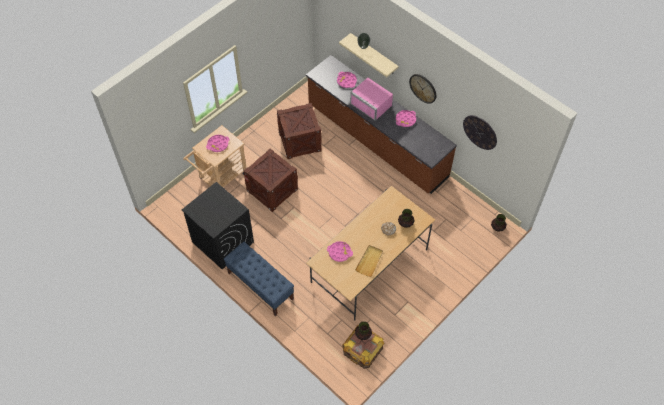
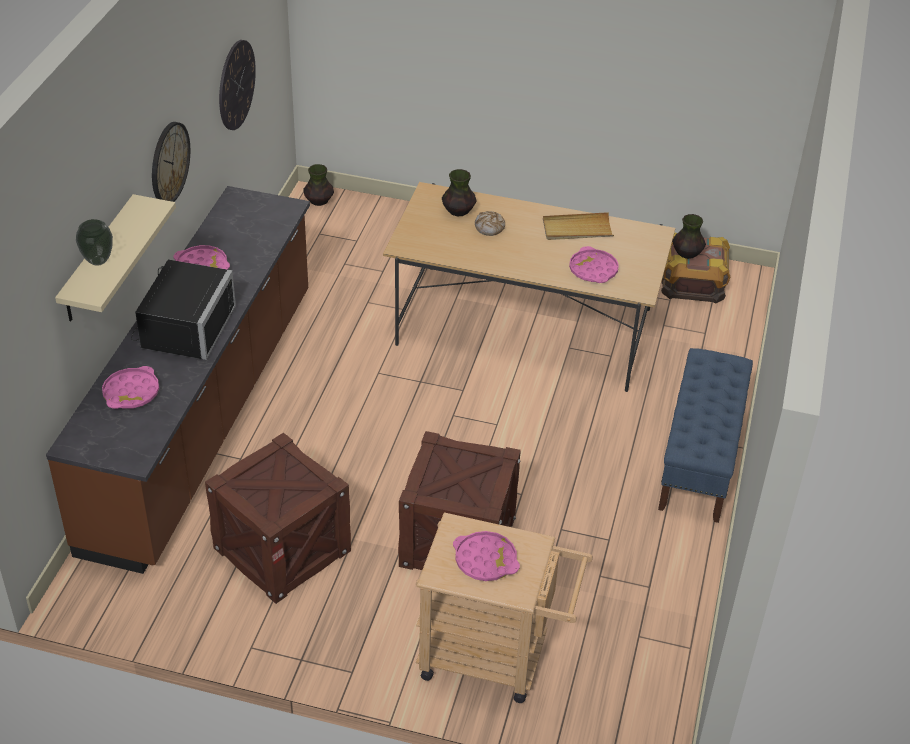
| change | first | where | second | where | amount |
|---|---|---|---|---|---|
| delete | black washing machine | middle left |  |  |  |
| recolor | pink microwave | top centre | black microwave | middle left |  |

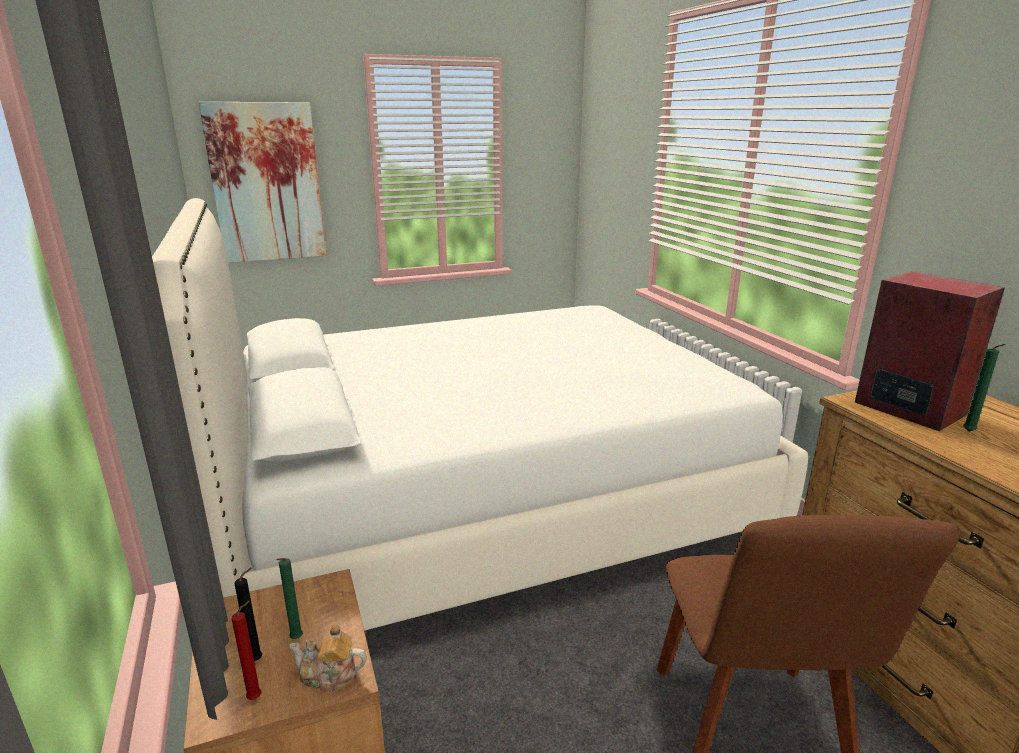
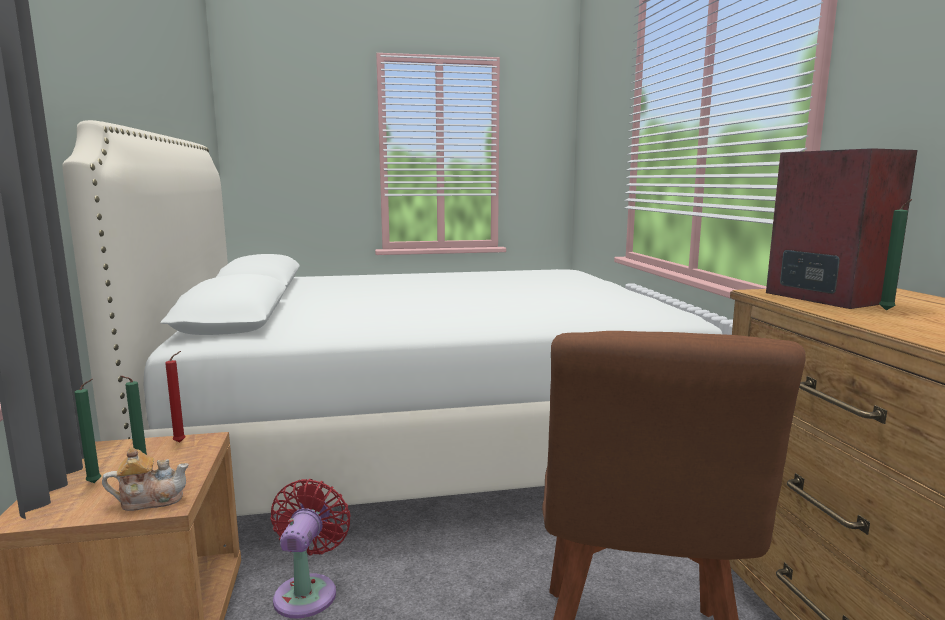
| change | first | where | second | where | amount |
|---|---|---|---|---|---|
| delete | picture | top left |  |  |  |
| insert |  |  | red fan | bottom left |  |
| move | red candle | bottom left |  | middle left |  |
| recolor | black candle | bottom left | green candle (1st from left) | bottom left |  |
| rotate | teapot | bottom left |  | bottom left | 150 degrees clockwise |

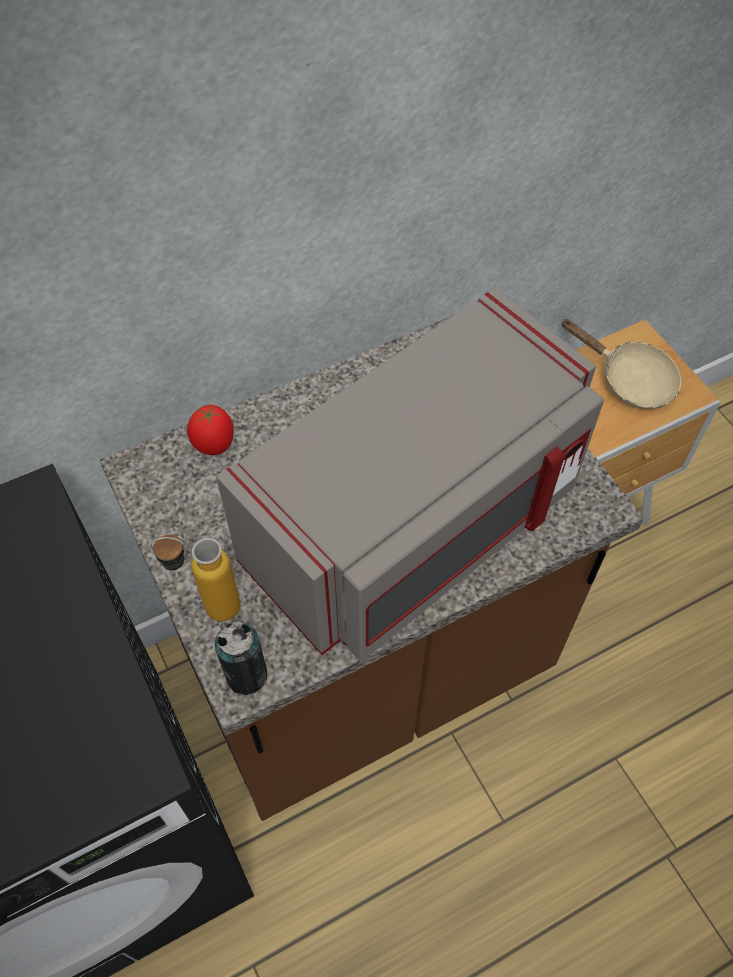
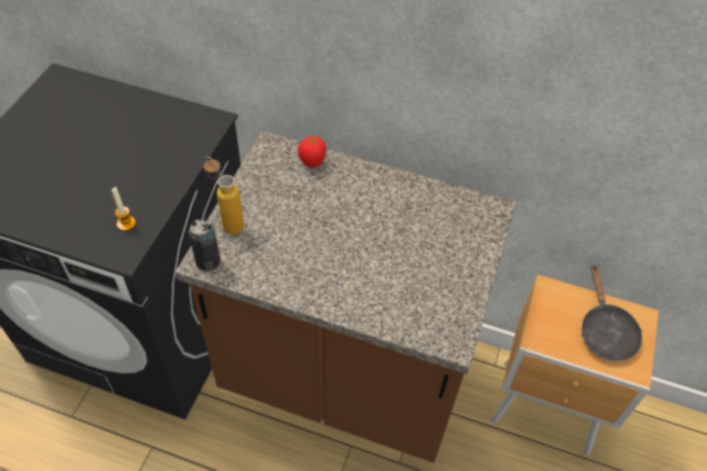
| change | first | where | second | where | amount |
|---|---|---|---|---|---|
| delete | grey microwave | centre |  |  |  |
| insert |  |  | candle | middle left |  |
| recolor | beige frying pan | middle right | black frying pan | middle right |  |

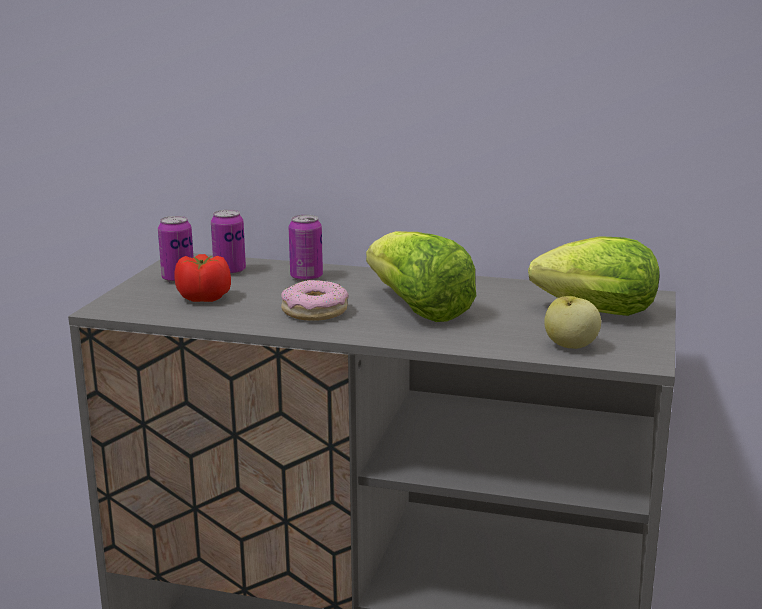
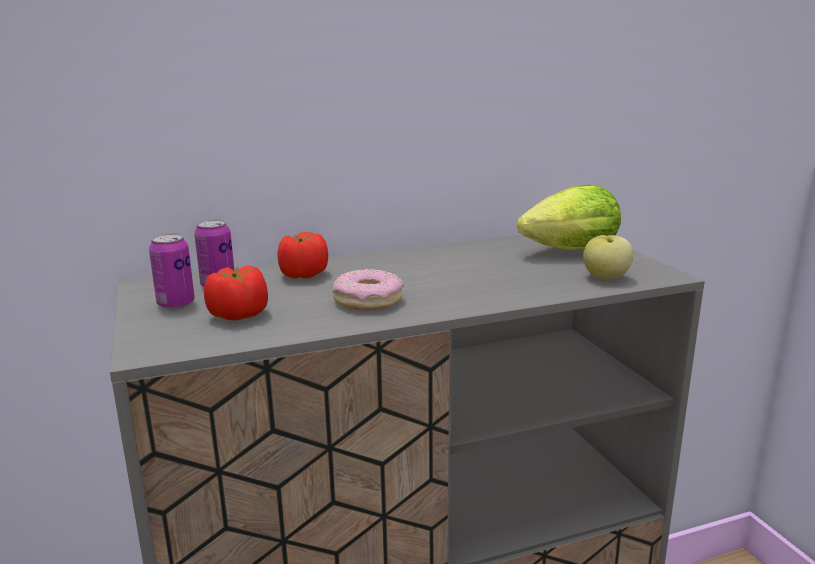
| change | first | where | second | where | amount |
|---|---|---|---|---|---|
| delete | lettuce (1st from left) | centre |  |  |  |
| replace | can (3rd from left) | centre | tomato (2nd from left) | centre |  |

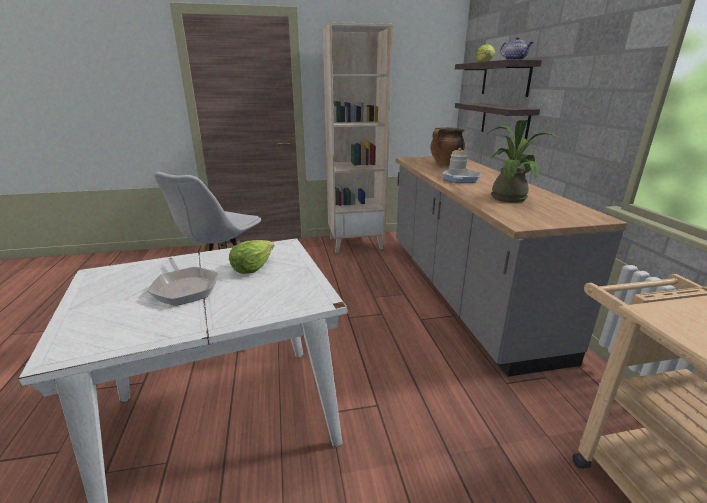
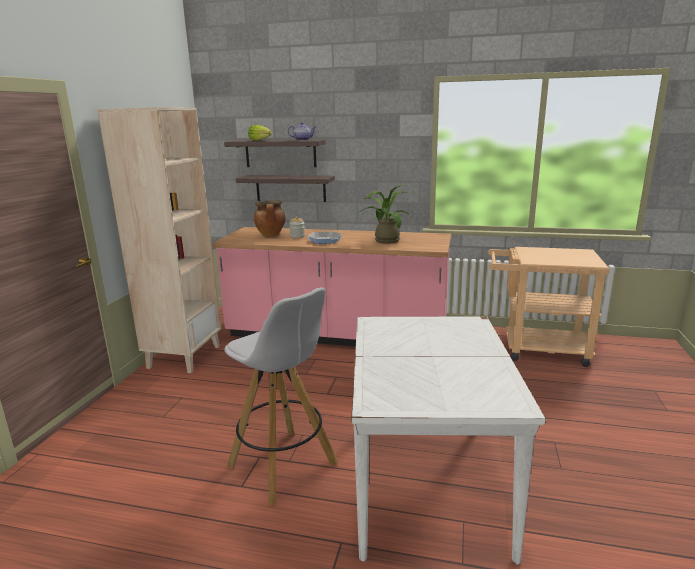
| change | first | where | second | where | amount |
|---|---|---|---|---|---|
| delete | frying pan (1st from left) | middle left |  |  |  |
| delete | lettuce (1st from left) | centre |  |  |  |
| recolor | grey counter | middle right | pink counter | centre |  |

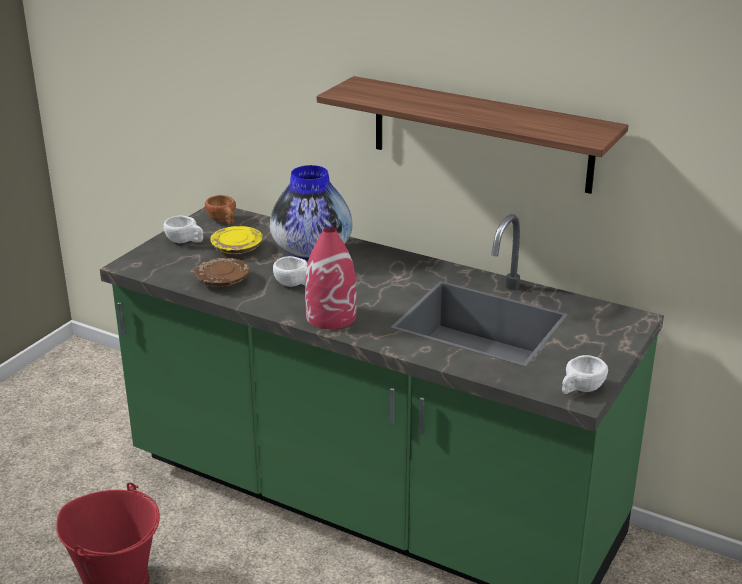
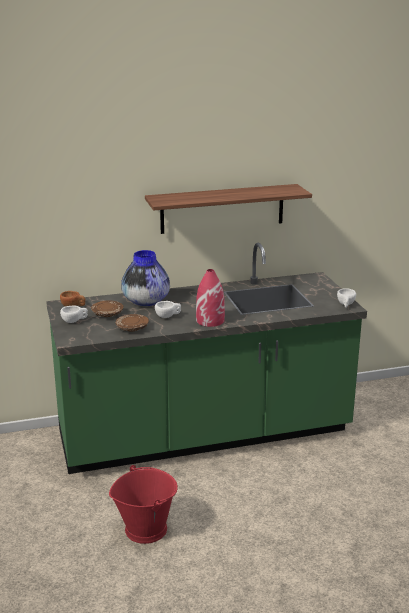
| change | first | where | second | where | amount |
|---|---|---|---|---|---|
| recolor | yellow plate | middle left | brown plate (1st from left) | middle left |  |

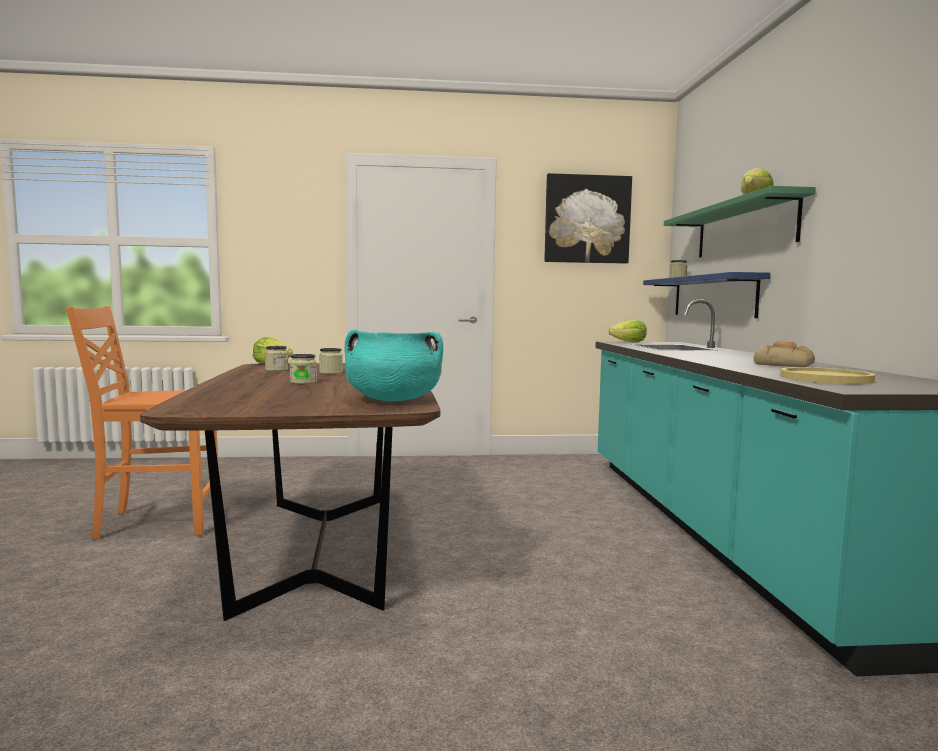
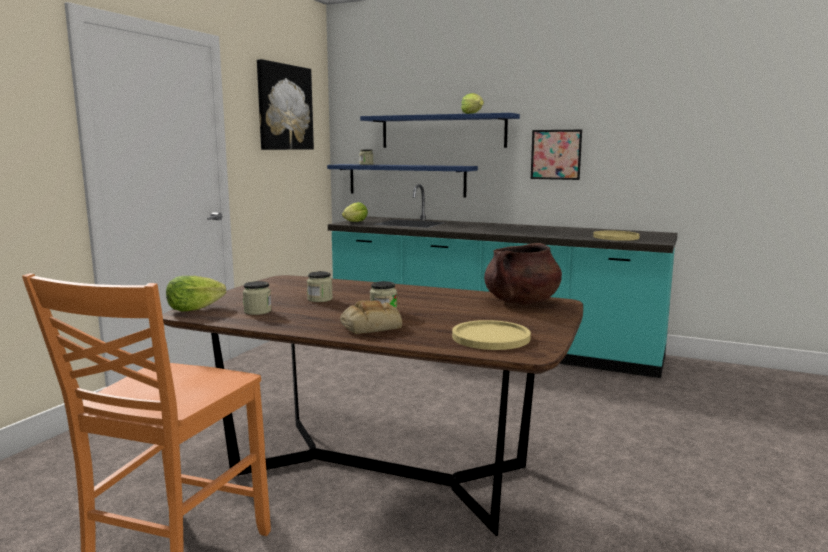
| change | first | where | second | where | amount |
|---|---|---|---|---|---|
| insert |  |  | yellow plate (1st from left) | centre |  |
| insert |  |  | picture (2nd from left) | top right |  |
| move | bread | middle right |  | centre |  |
| recolor | turquoise cooking pot | centre | brown cooking pot | centre |  |
| recolor | green shelf | top right | blue shelf (2nd from left) | top centre |  |

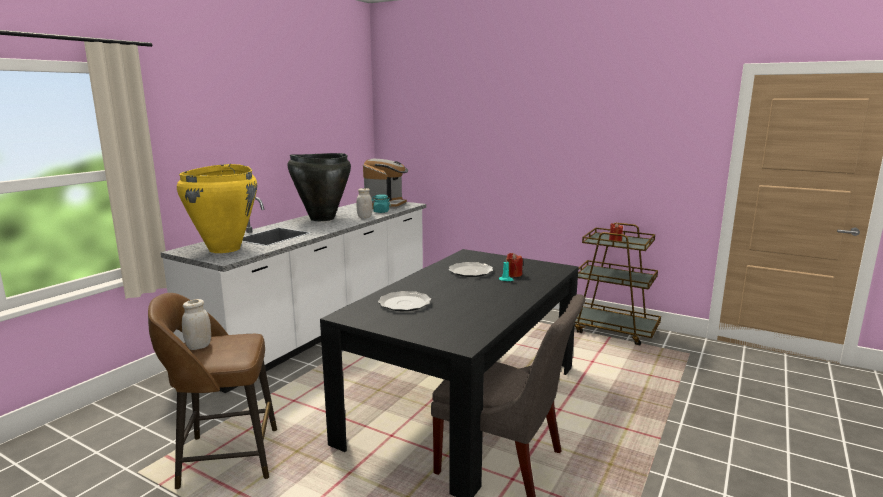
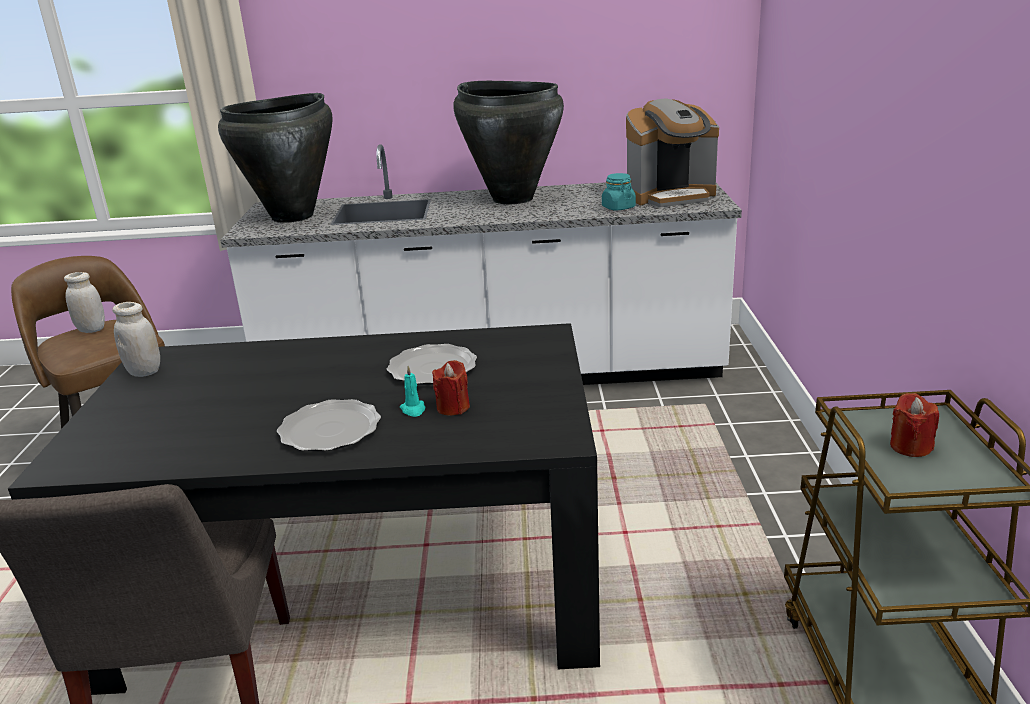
| change | first | where | second | where | amount |
|---|---|---|---|---|---|
| move | white jar (2nd from left) | centre |  | middle left |  |
| move | plate (1st from left) | centre |  | middle left |  |
| recolor | yellow vase | middle left | black vase (1st from left) | top left |  |

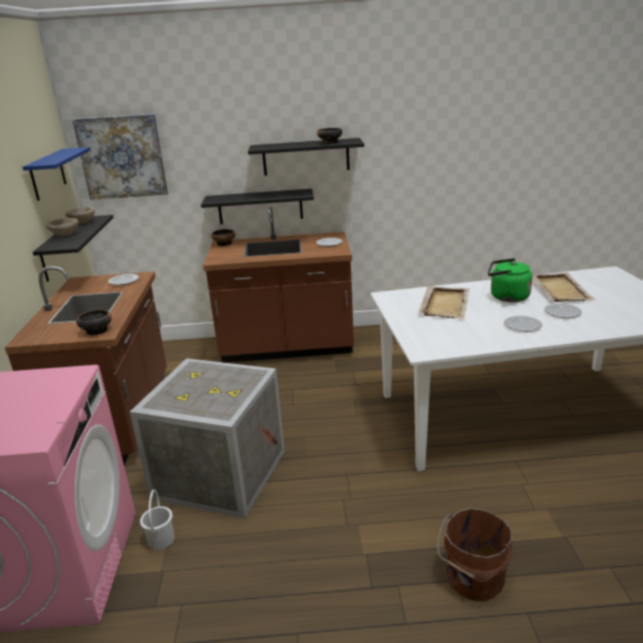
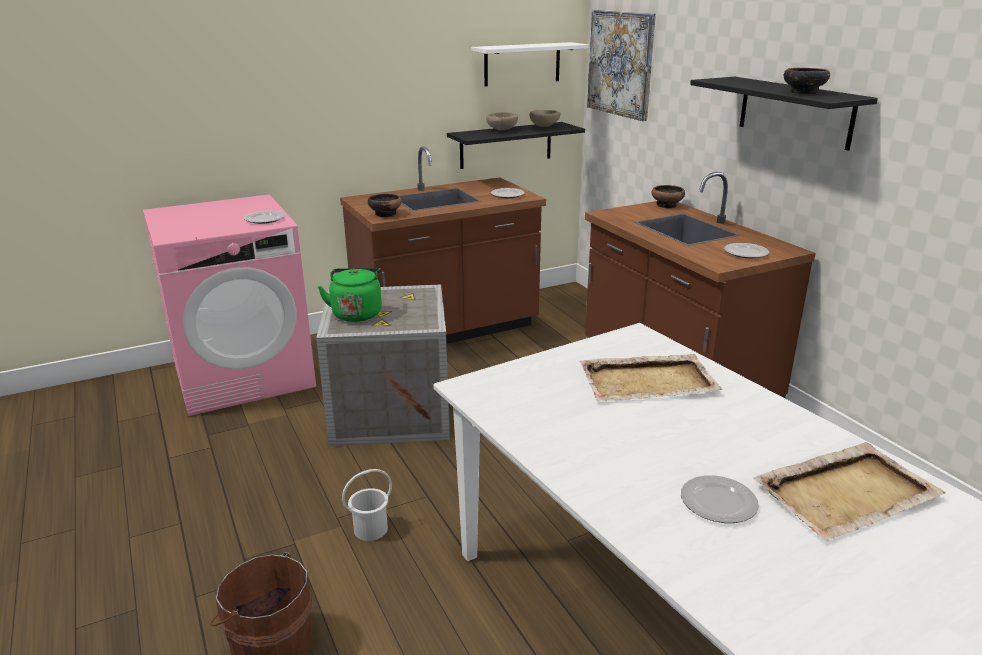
| change | first | where | second | where | amount |
|---|---|---|---|---|---|
| delete | black shelf (2nd from left) | top centre |  |  |  |
| move | white bucket | bottom left |  | bottom centre |  |
| move | green kettle | middle right |  | centre |  |
| move | plate (3rd from left in the first image) | middle right | plate (1st from left) | top left |  |
| recolor | blue shelf | top left | white shelf | top centre |  |

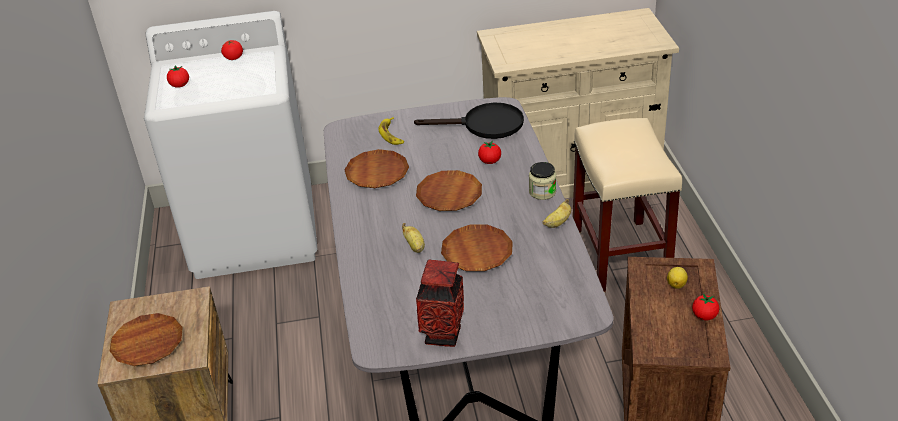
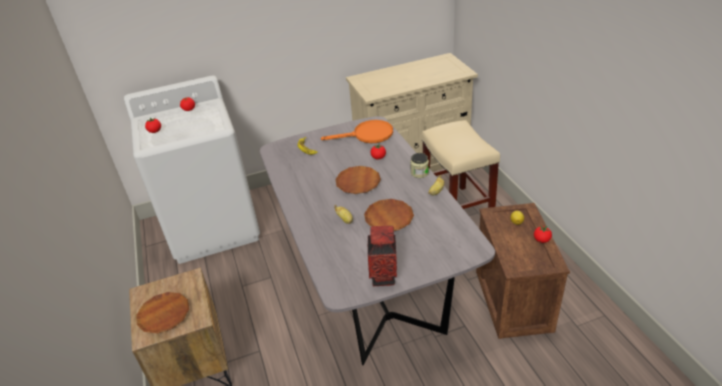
| change | first | where | second | where | amount |
|---|---|---|---|---|---|
| delete | brown plate (2nd from left) | centre |  |  |  |
| recolor | black frying pan | top centre | orange frying pan | centre |  |

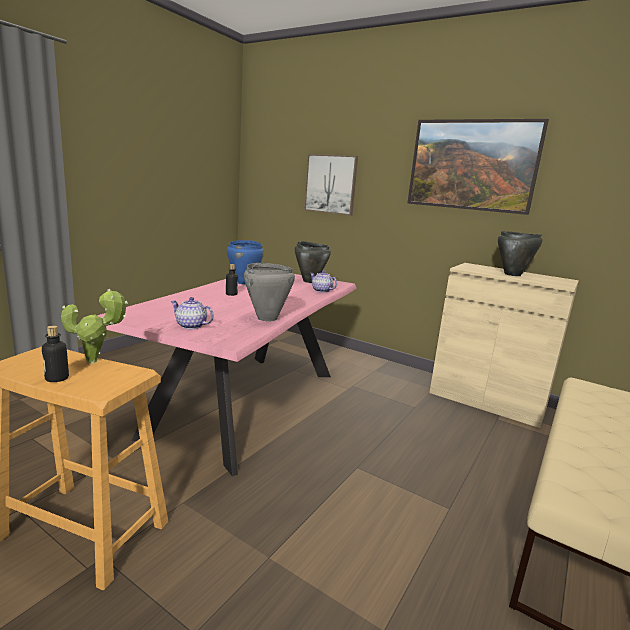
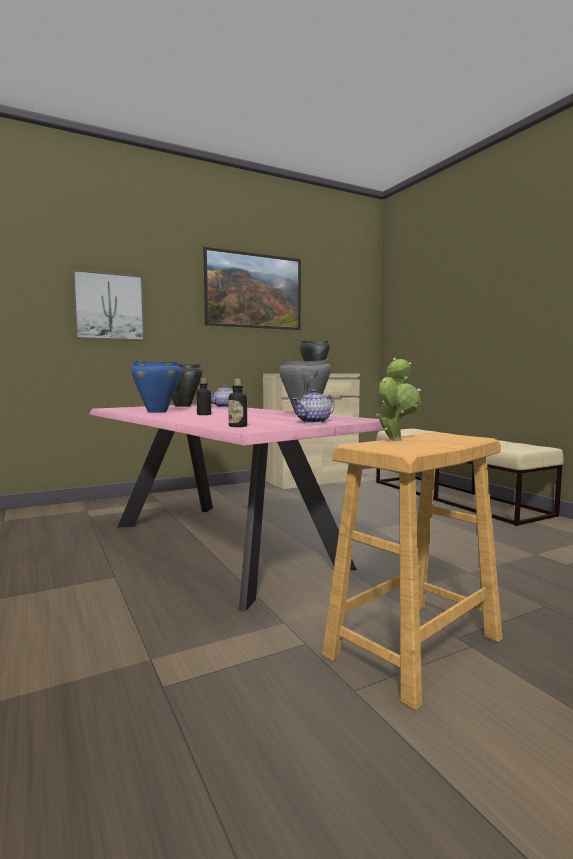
| change | first | where | second | where | amount |
|---|---|---|---|---|---|
| move | bottle (1st from left in the first image) | middle left | bottle (2nd from left) | centre |  |

